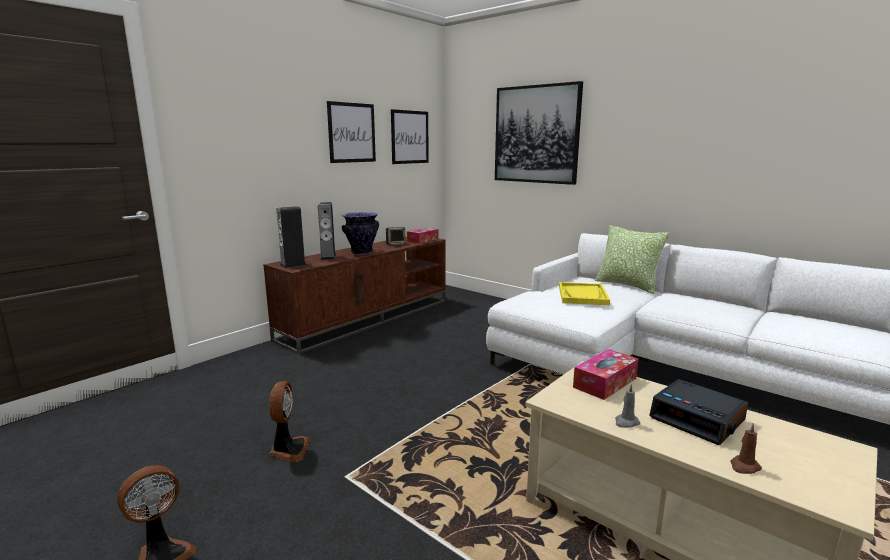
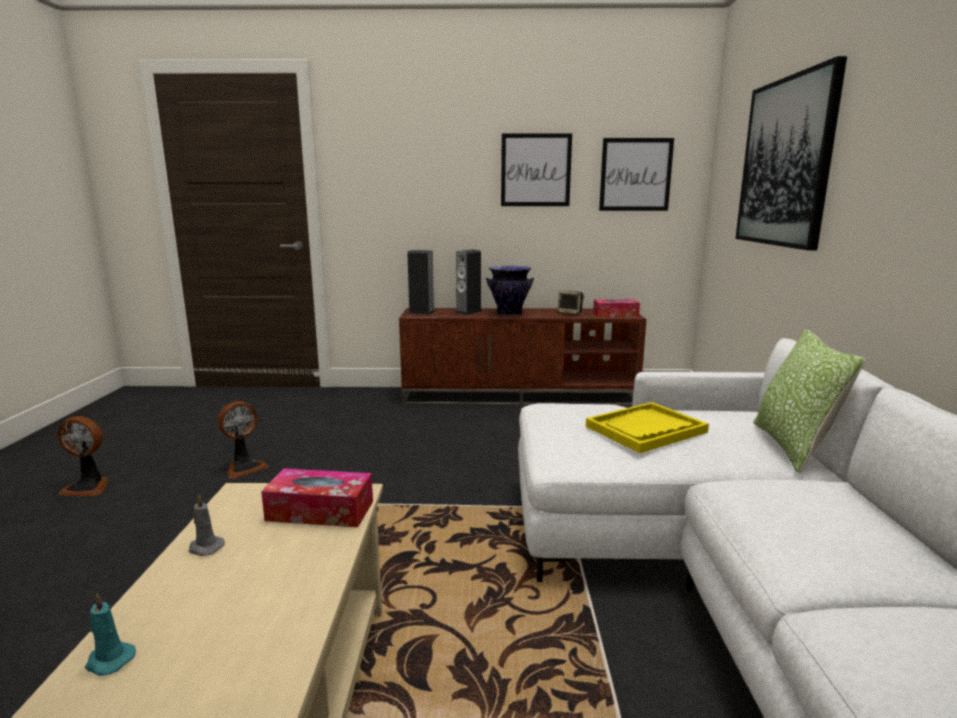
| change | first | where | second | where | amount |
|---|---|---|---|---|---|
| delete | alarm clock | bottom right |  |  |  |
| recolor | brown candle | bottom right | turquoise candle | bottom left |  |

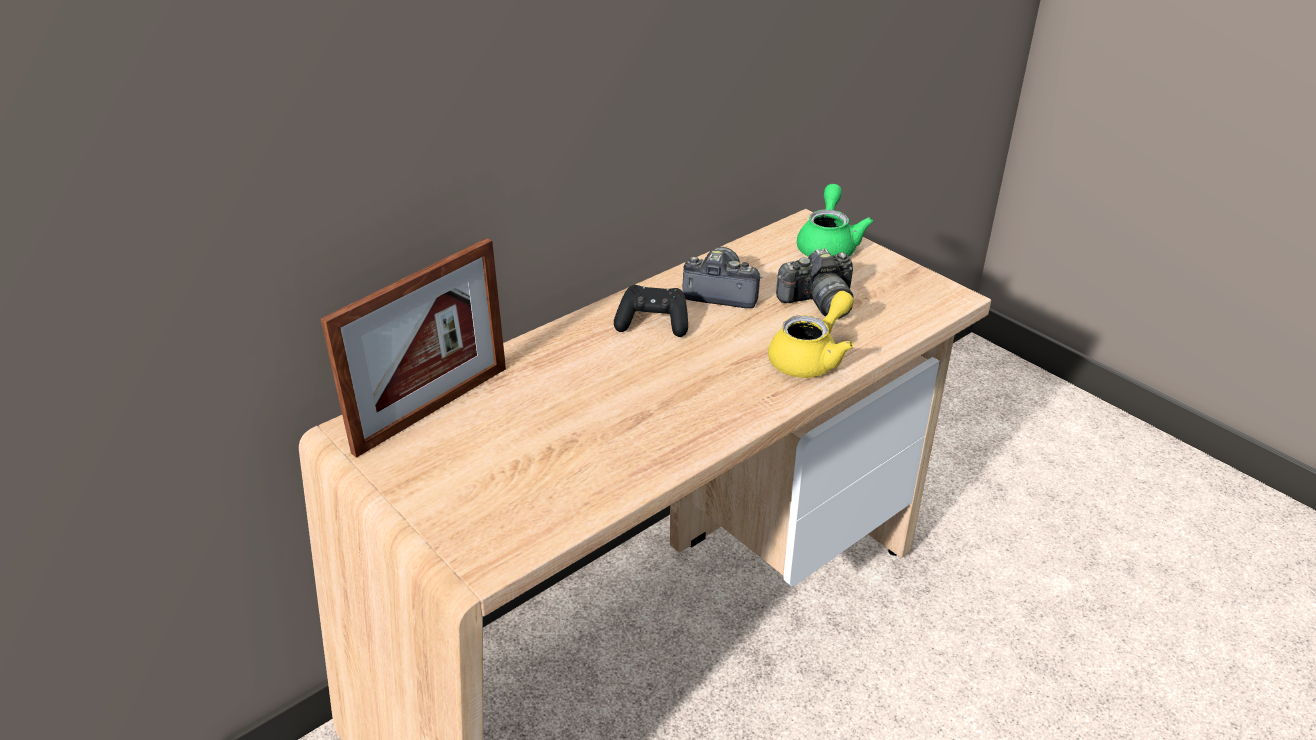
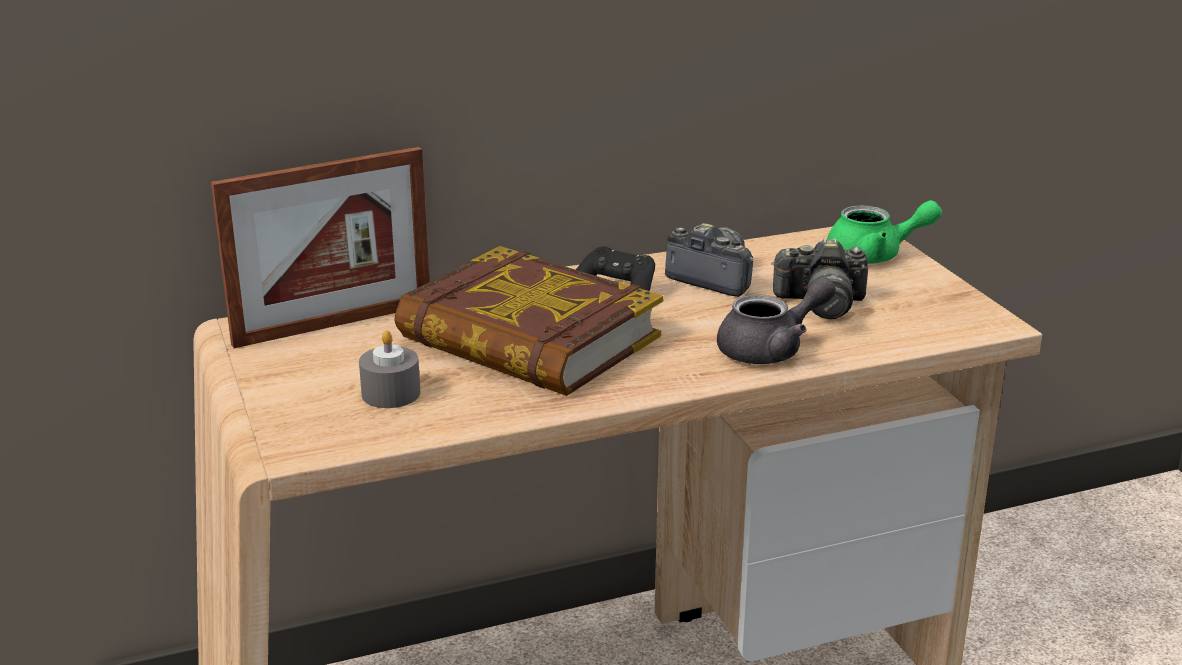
| change | first | where | second | where | amount |
|---|---|---|---|---|---|
| insert |  |  | grey candle | middle left |  |
| insert |  |  | book | centre |  |
| recolor | yellow teapot | centre | grey teapot | centre |  |
| rotate | green teapot | top centre |  | middle right | 60 degrees clockwise |

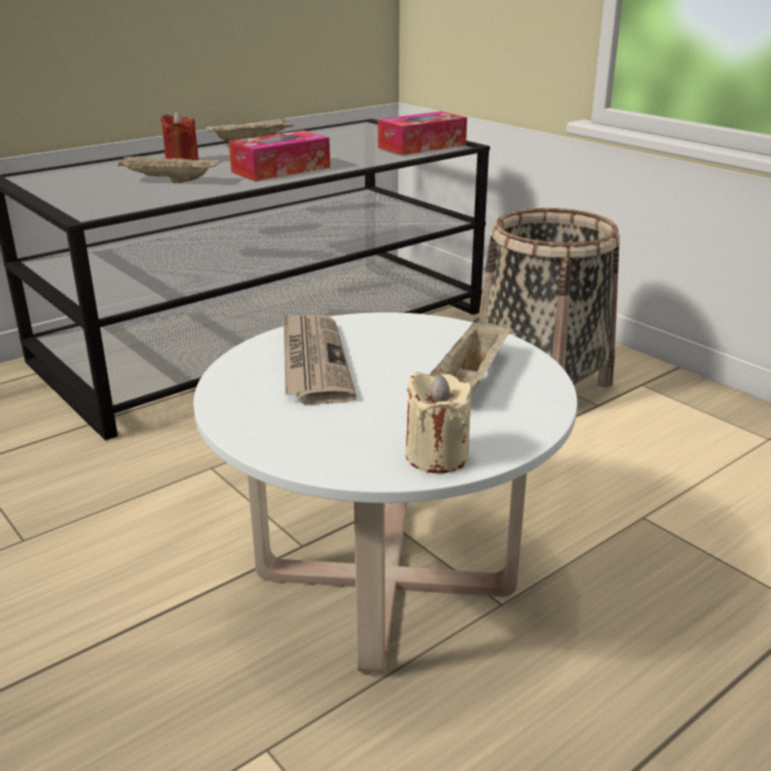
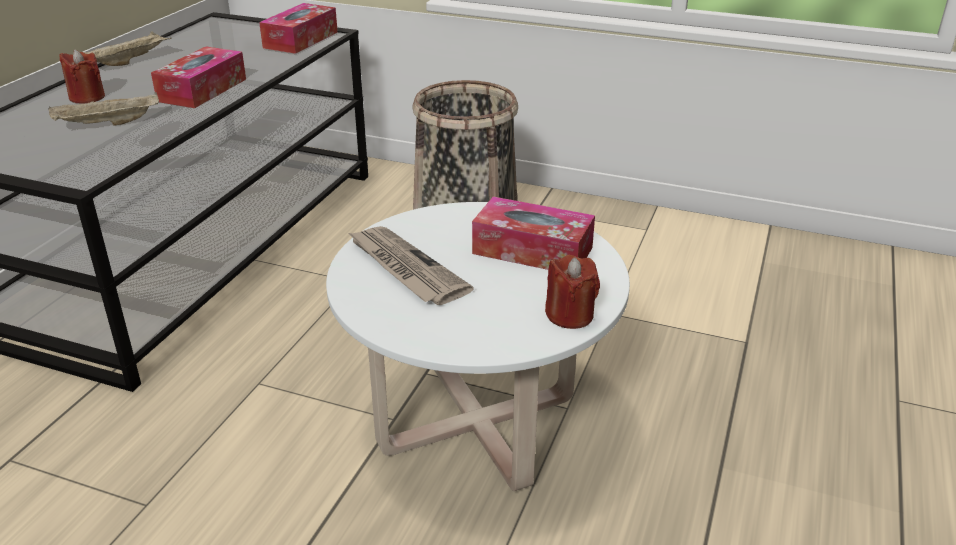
| change | first | where | second | where | amount |
|---|---|---|---|---|---|
| replace | beige tray (3rd from left) | centre | tissue box (3rd from left) | centre |  |
| recolor | beige candle | centre | red candle (2nd from left) | centre |  |

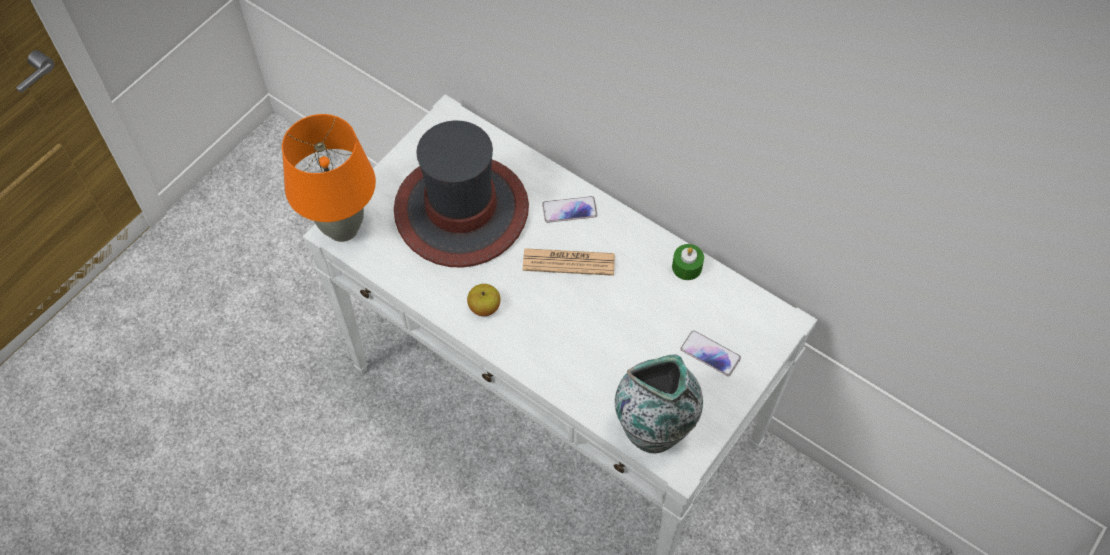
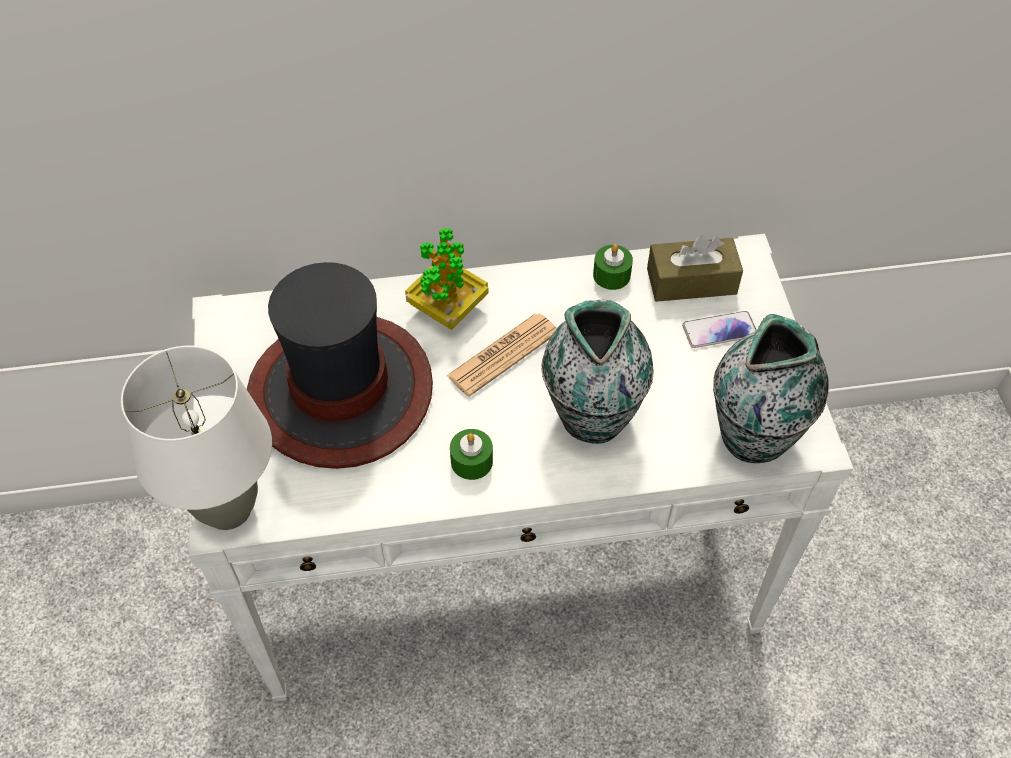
| change | first | where | second | where | amount |
|---|---|---|---|---|---|
| insert |  |  | vase (1st from left) | centre |  |
| insert |  |  | brown tissue box | middle right |  |
| replace | apple | centre | green candle (1st from left) | centre |  |
| replace | phone (1st from left) | centre | potted plant | centre |  |
| recolor | orange table lamp | top left | white table lamp | middle left |  |

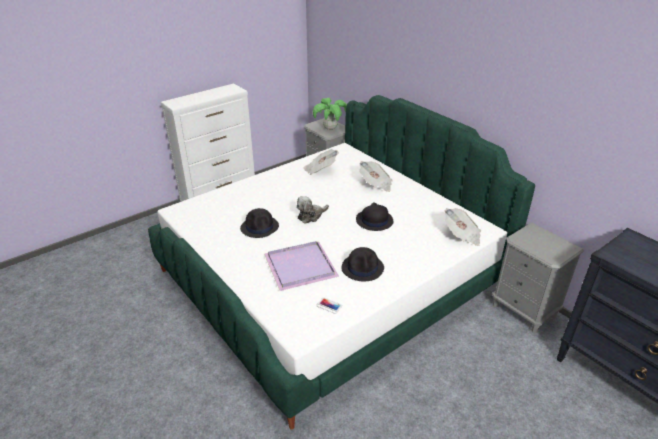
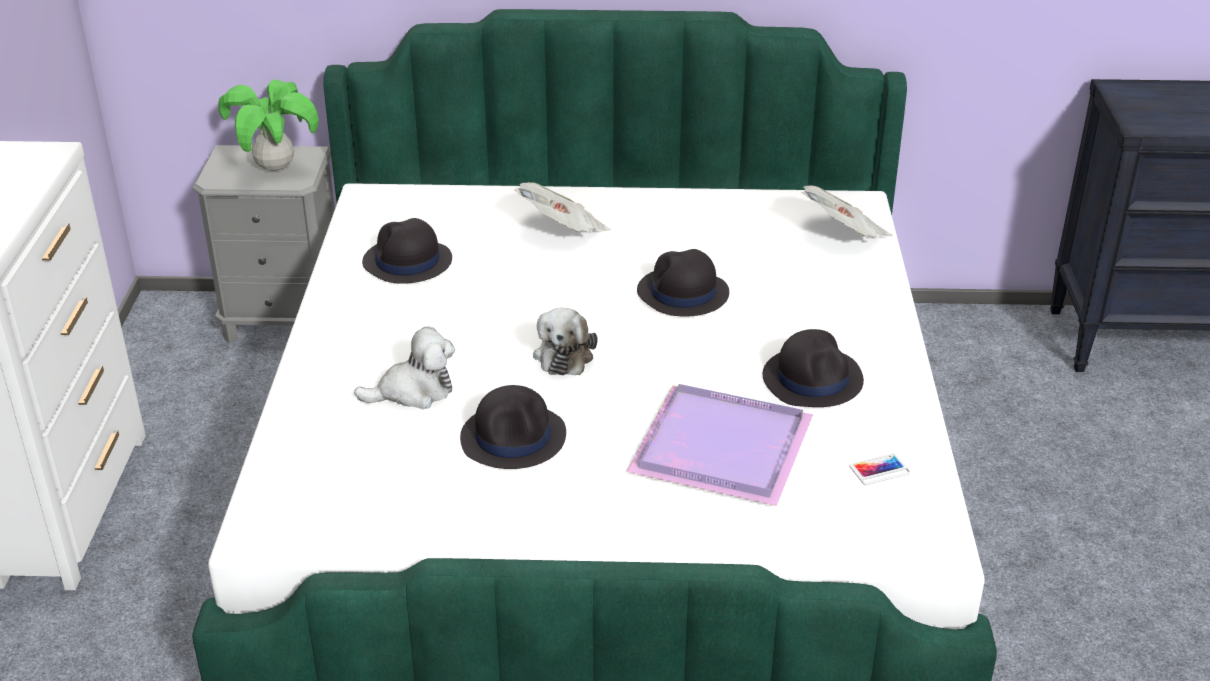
| change | first | where | second | where | amount |
|---|---|---|---|---|---|
| delete | grey nightstand (2nd from left) | middle right |  |  |  |
| insert |  |  | plush toy (1st from left) | centre |  |
| replace | newspaper (1st from left) | centre | black hat (1st from left) | centre |  |

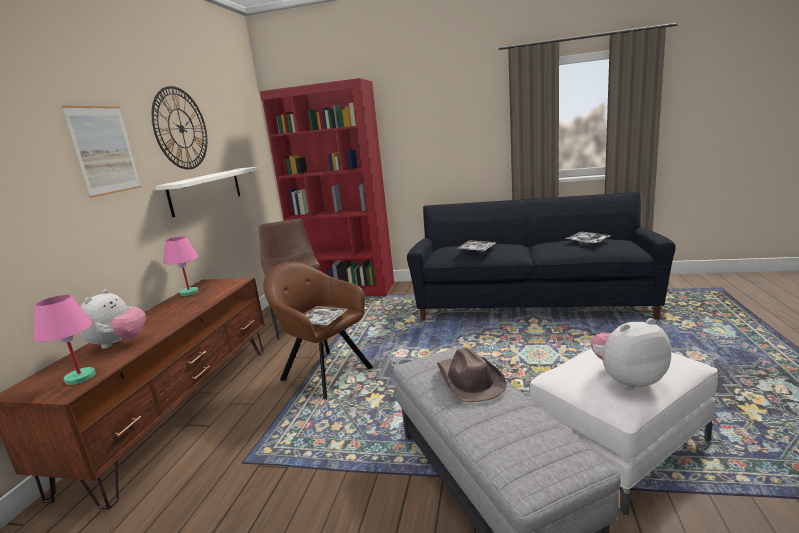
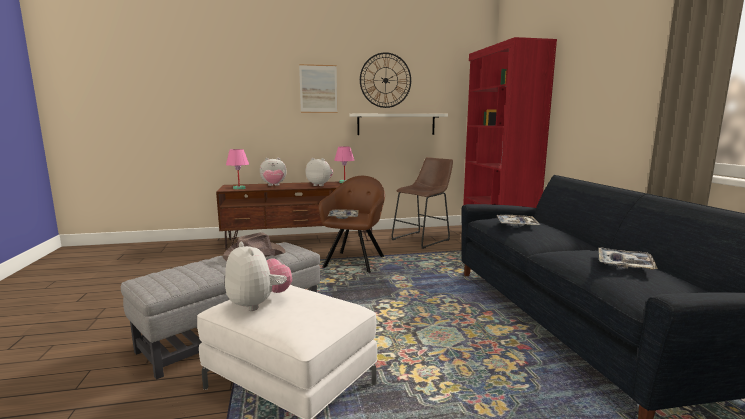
| change | first | where | second | where | amount |
|---|---|---|---|---|---|
| insert |  |  | plush toy (3rd from left) | centre |  |

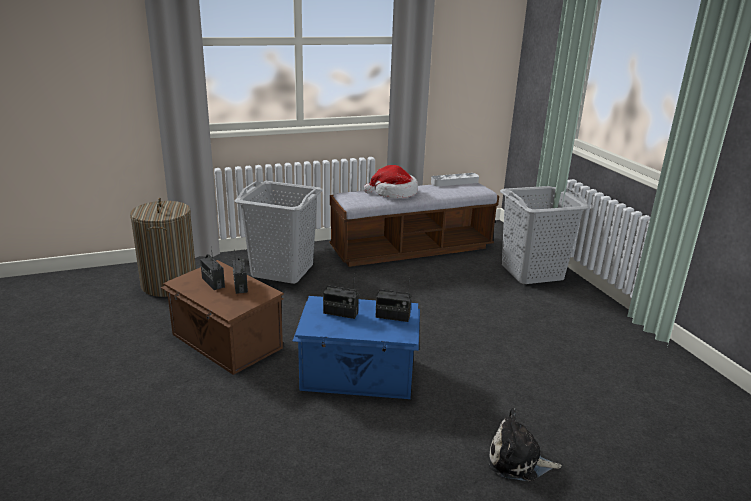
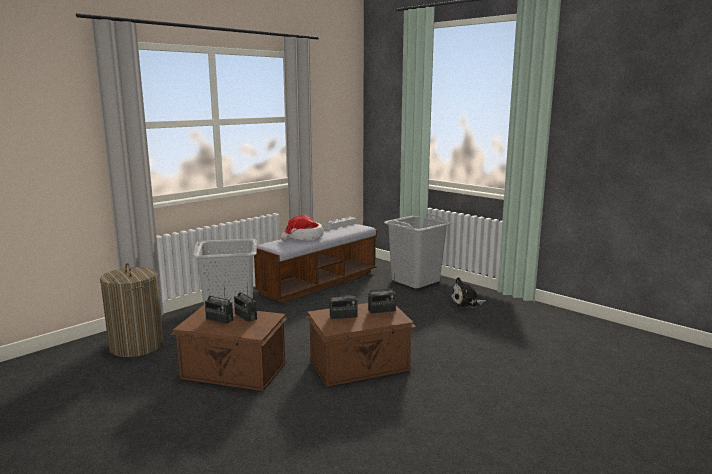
| change | first | where | second | where | amount |
|---|---|---|---|---|---|
| move | plush toy | bottom right |  | centre |  |
| recolor | blue storage box | bottom centre | brown storage box (2nd from left) | bottom centre |  |

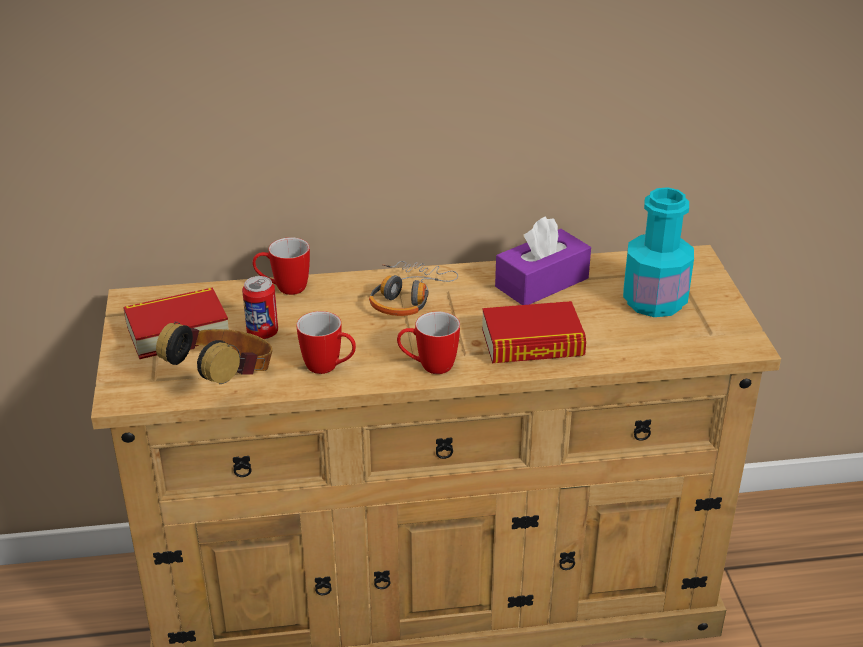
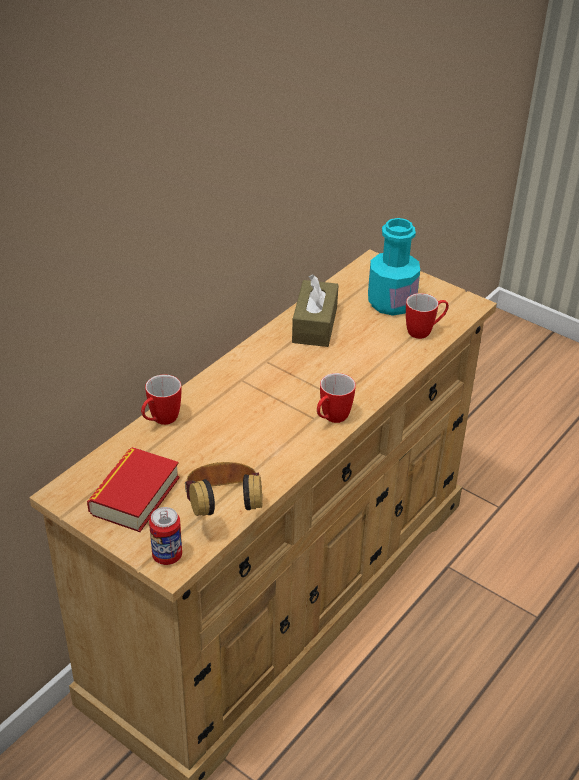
| change | first | where | second | where | amount |
|---|---|---|---|---|---|
| delete | headphones (2nd from left) | centre |  |  |  |
| delete | book (2nd from left) | centre |  |  |  |
| move | can | middle left |  | bottom left |  |
| move | mug (2nd from left in the first image) | centre | mug (3rd from left) | middle right |  |
| recolor | purple tissue box | centre | brown tissue box | centre |  |

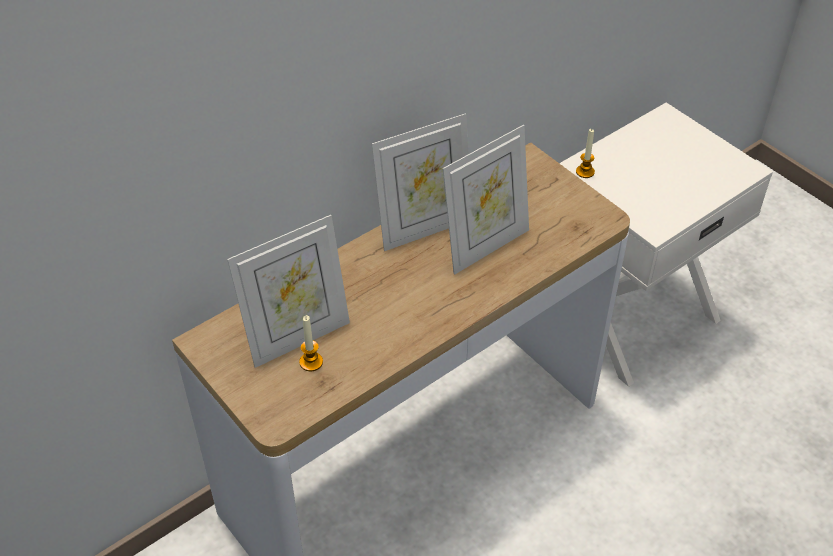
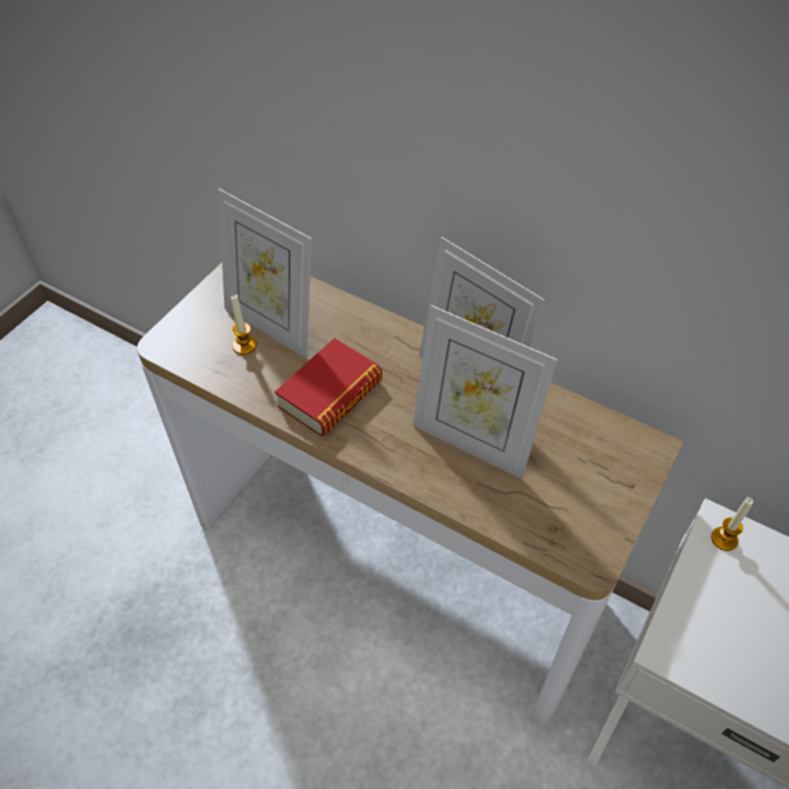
| change | first | where | second | where | amount |
|---|---|---|---|---|---|
| insert |  |  | book | centre |  |

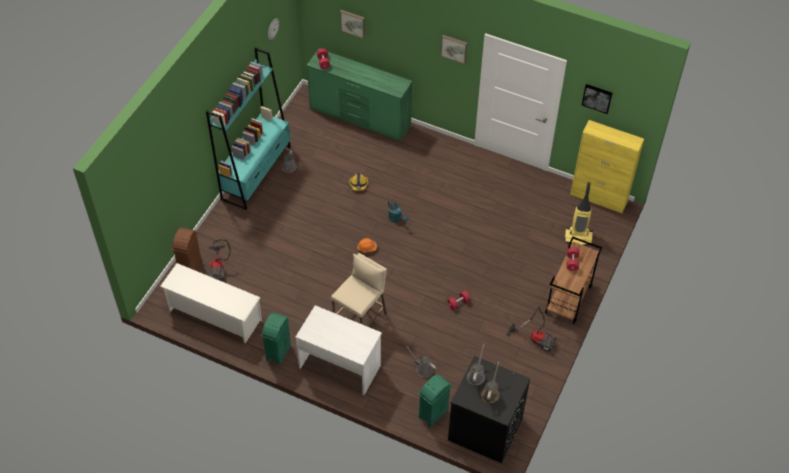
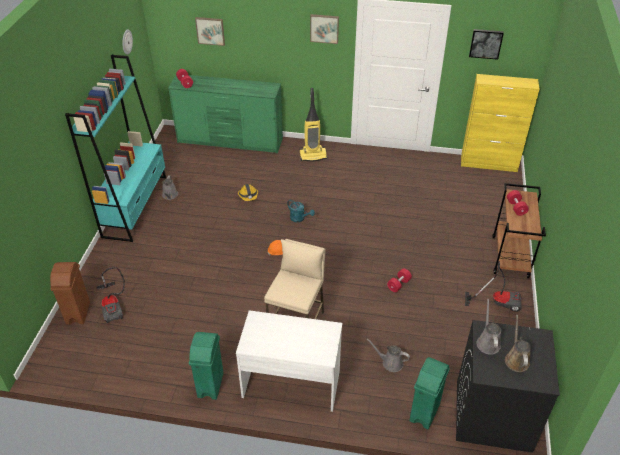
| change | first | where | second | where | amount |
|---|---|---|---|---|---|
| delete | white shoe rack | middle left |  |  |  |
| move | vacuum cleaner (3rd from left in the first image) | middle right | vacuum cleaner (2nd from left) | top centre |  |

